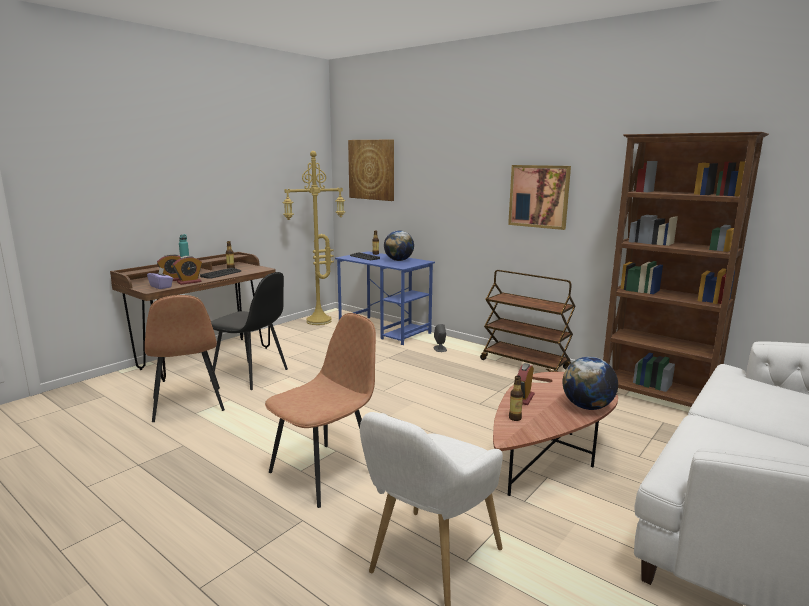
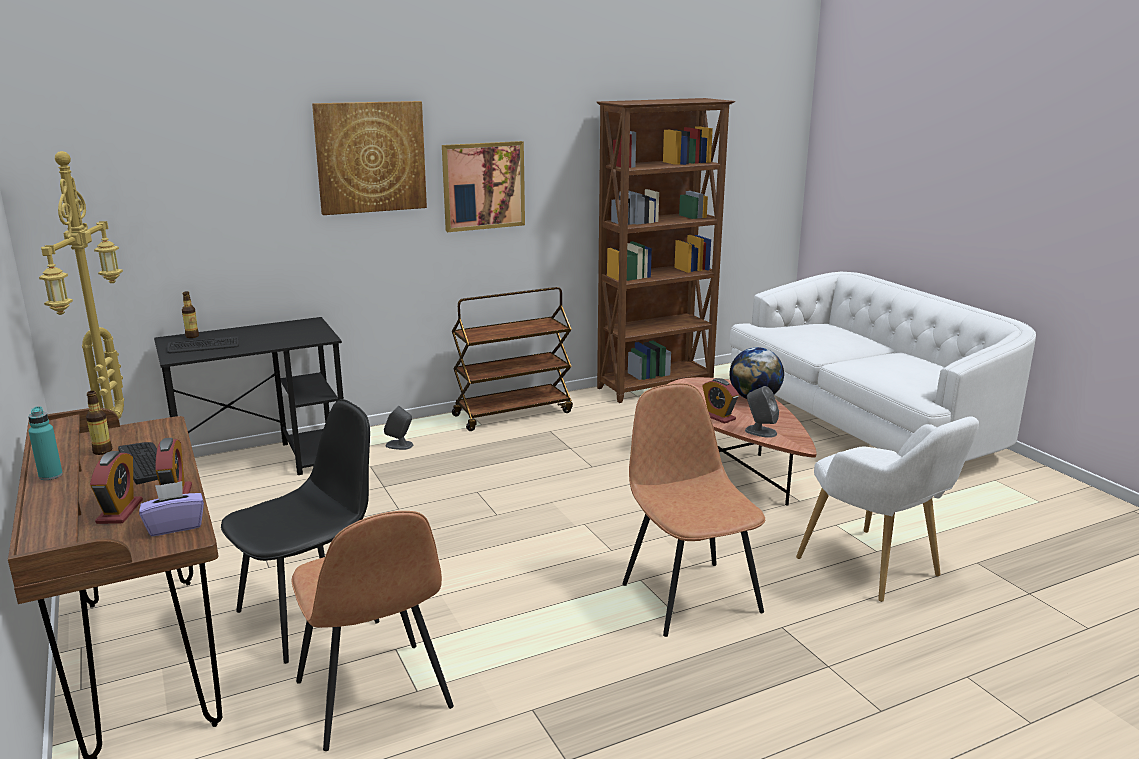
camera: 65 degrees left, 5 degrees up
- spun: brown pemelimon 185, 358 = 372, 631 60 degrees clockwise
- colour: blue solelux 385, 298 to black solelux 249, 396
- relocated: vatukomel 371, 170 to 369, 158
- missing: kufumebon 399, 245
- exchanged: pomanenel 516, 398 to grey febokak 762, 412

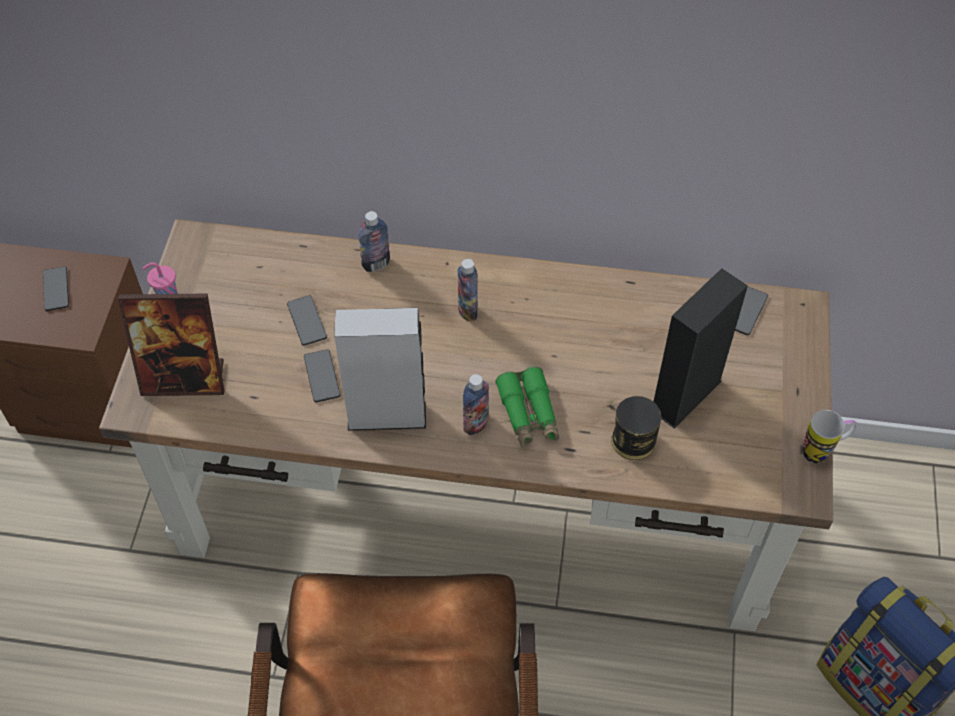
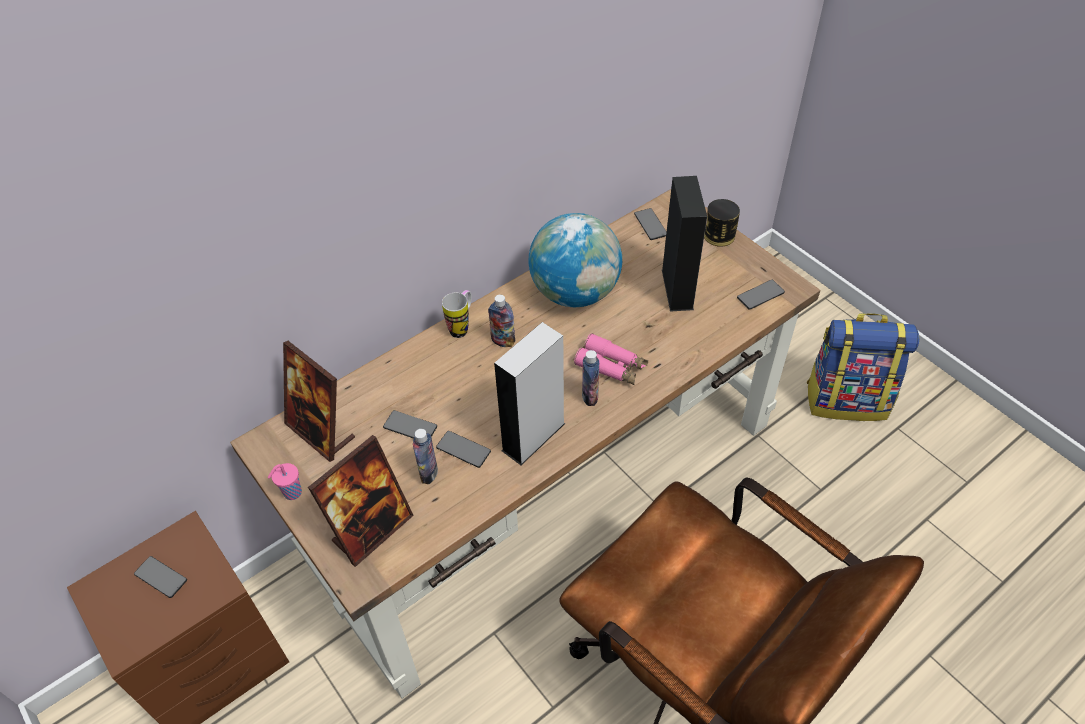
camera: 45 degrees left, 5 degrees down
- relocated: pomanenel 374, 241 to 425, 456
- colour: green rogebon 527, 407 to pink rogebon 611, 359
- relocated: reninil 636, 428 to 722, 223
- relocated: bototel 830, 437 to 457, 314
- appeared: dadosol 319, 401
- appeared: kufumebon 575, 260
- appeared: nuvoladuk 761, 295

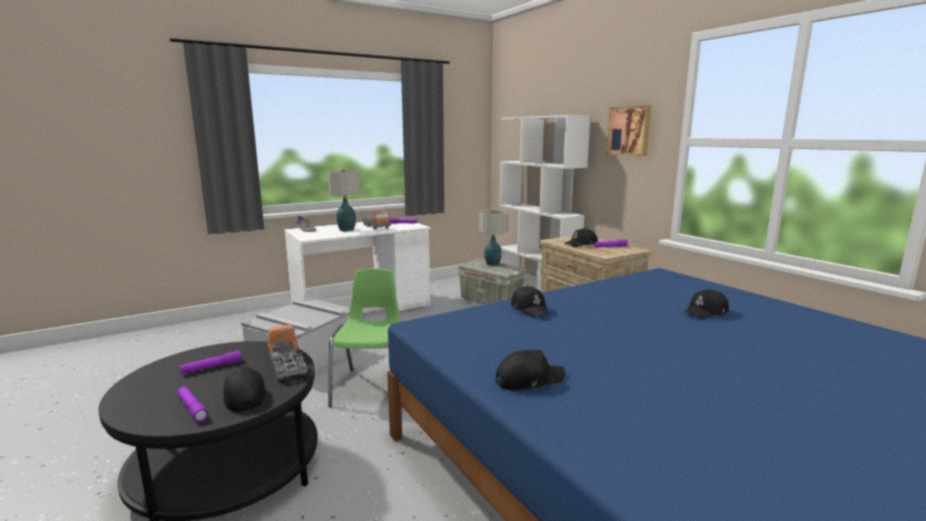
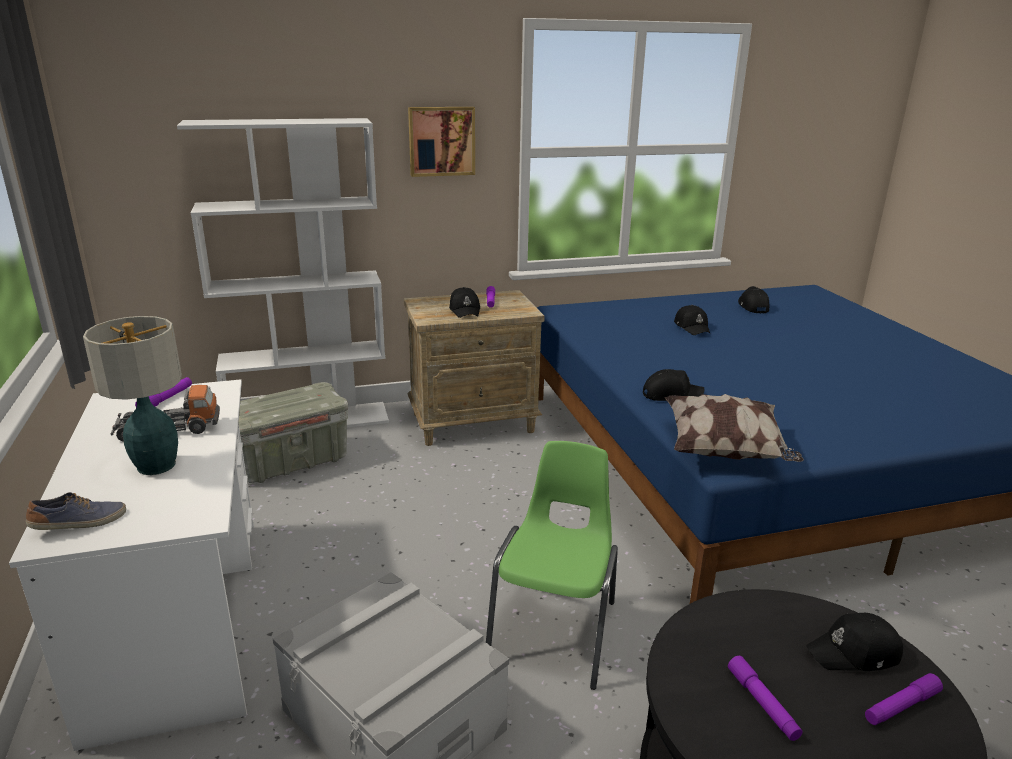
camera: 75 degrees left, 10 degrees up
- missing: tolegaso 286, 353
- spun: green pemelimon 364, 337 = 552, 565 90 degrees clockwise
- missing: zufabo 493, 238
- relocated: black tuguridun 530, 370 to 753, 299
- appeared: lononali 734, 428

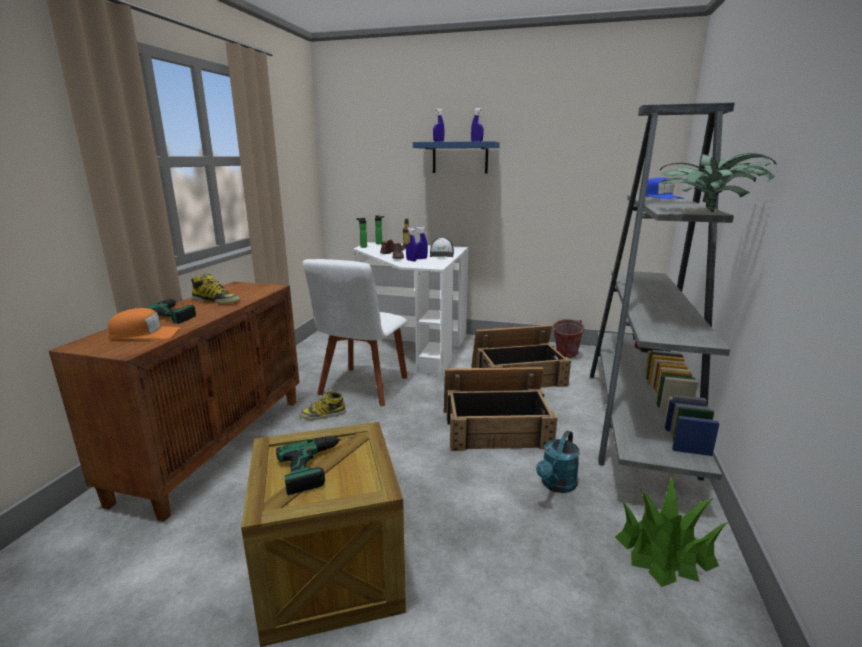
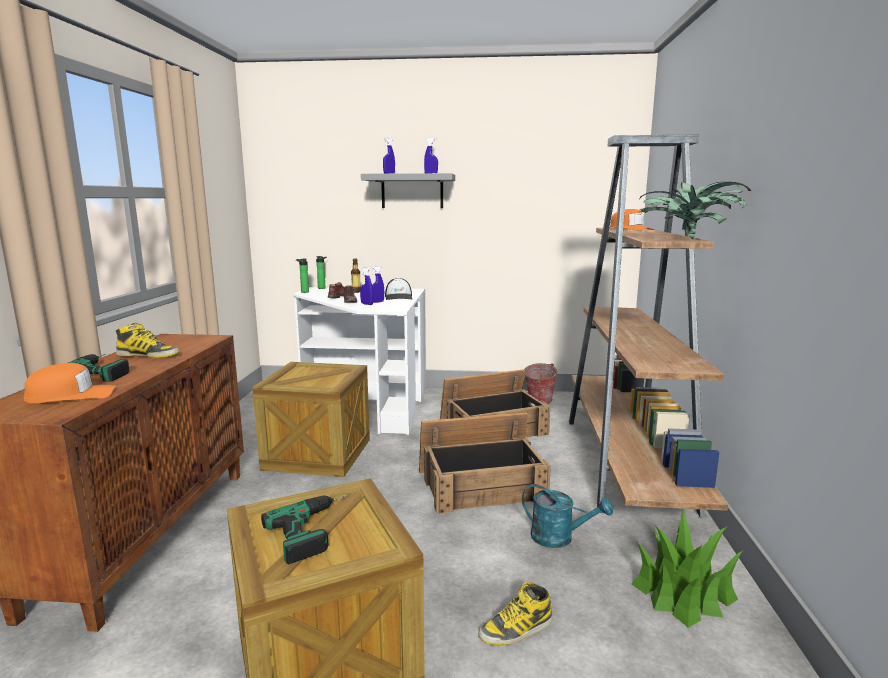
camera: 10 degrees left, 5 degrees down
- relocated: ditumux 322, 405 to 515, 613
- exchanged: white pemelimon 355, 332 to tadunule 311, 419
- colour: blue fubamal 456, 157 to grey fubamal 408, 190
- spun: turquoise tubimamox 558, 461 = 567, 516 90 degrees counterclockwise
- colour: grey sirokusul 662, 291 to brown sirokusul 648, 326
- colour: blue tuguridun 665, 188 to orange tuguridun 632, 220

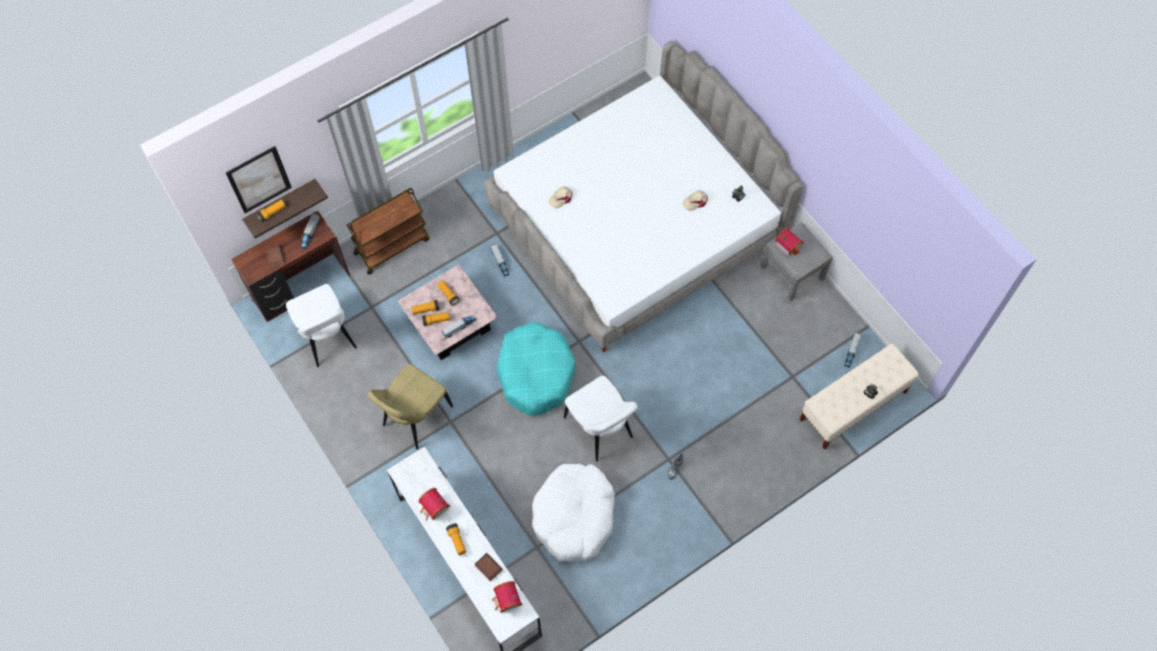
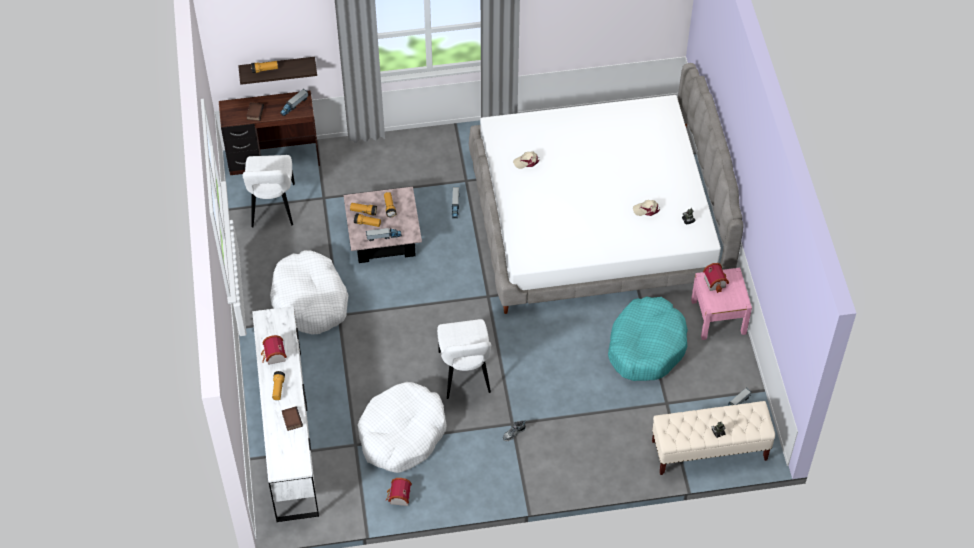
camera: 25 degrees right, 10 degrees down
- missing: vatukomel 259, 179
- missing: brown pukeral 388, 231
- exchanged: beige pemelimon 410, 406 to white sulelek 309, 292
- relocated: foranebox 507, 597 to 399, 492
- relocated: turquoise sulelek 536, 368 to 648, 339
- colour: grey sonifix 796, 261 to pink sonifix 721, 304

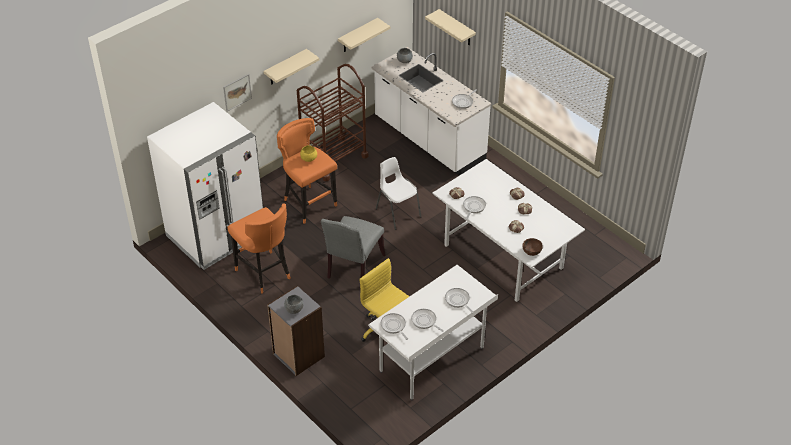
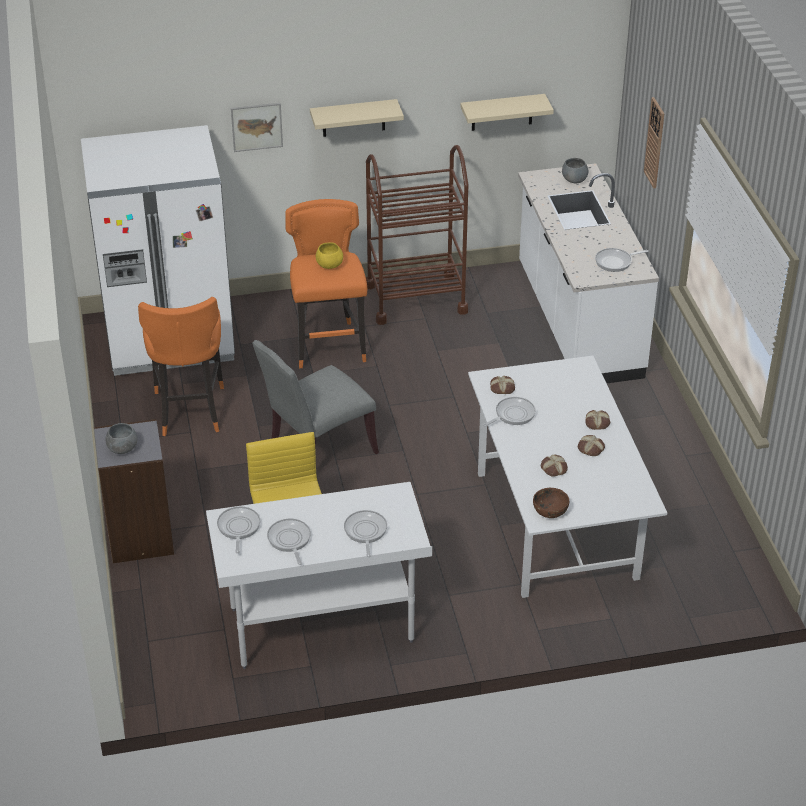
camera: 30 degrees right, 5 degrees down
- missing: white pemelimon 398, 193
- exchanged: beige fubamal 450, 27 to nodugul 654, 142

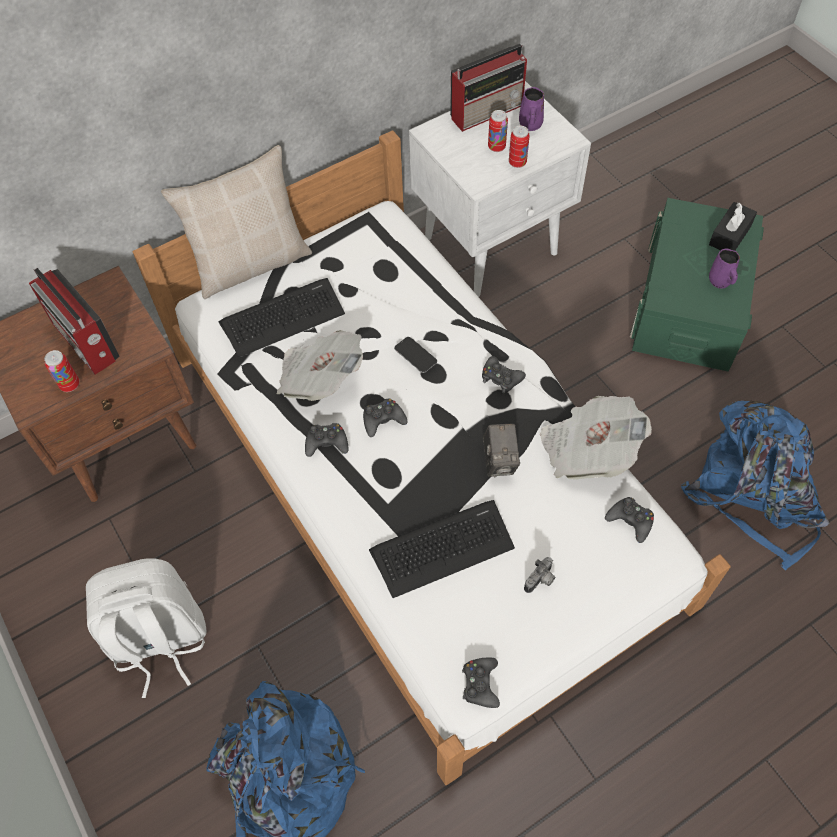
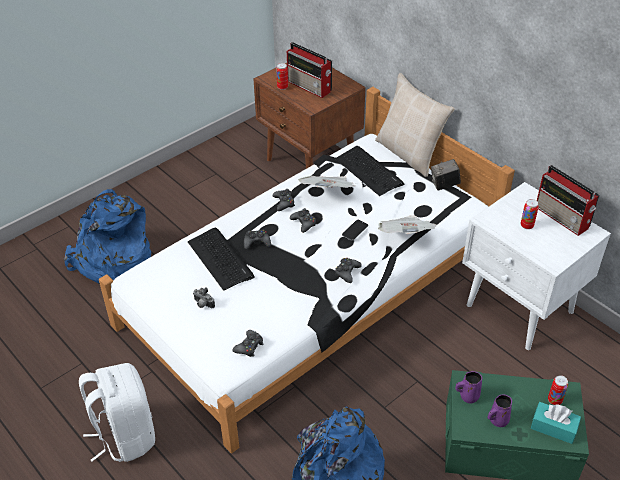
camera: 80 degrees right, 15 degrees down
- spun: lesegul 74, 321 = 309, 70 90 degrees counterclockwise
- relocated: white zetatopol 146, 628 to 117, 412
- relocated: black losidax 481, 683 to 257, 239
- relocated: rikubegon 501, 450 to 446, 175
- relocated: reninil 519, 147 to 558, 390
- relocated: purple bototel 531, 109 to 468, 387
- relocated: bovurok 596, 438 to 407, 225
- colour: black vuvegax 733, 226 to turquoise vuvegax 556, 423

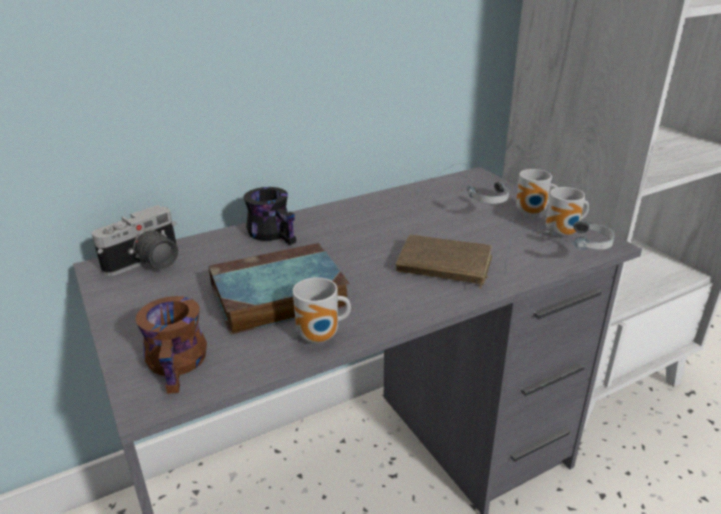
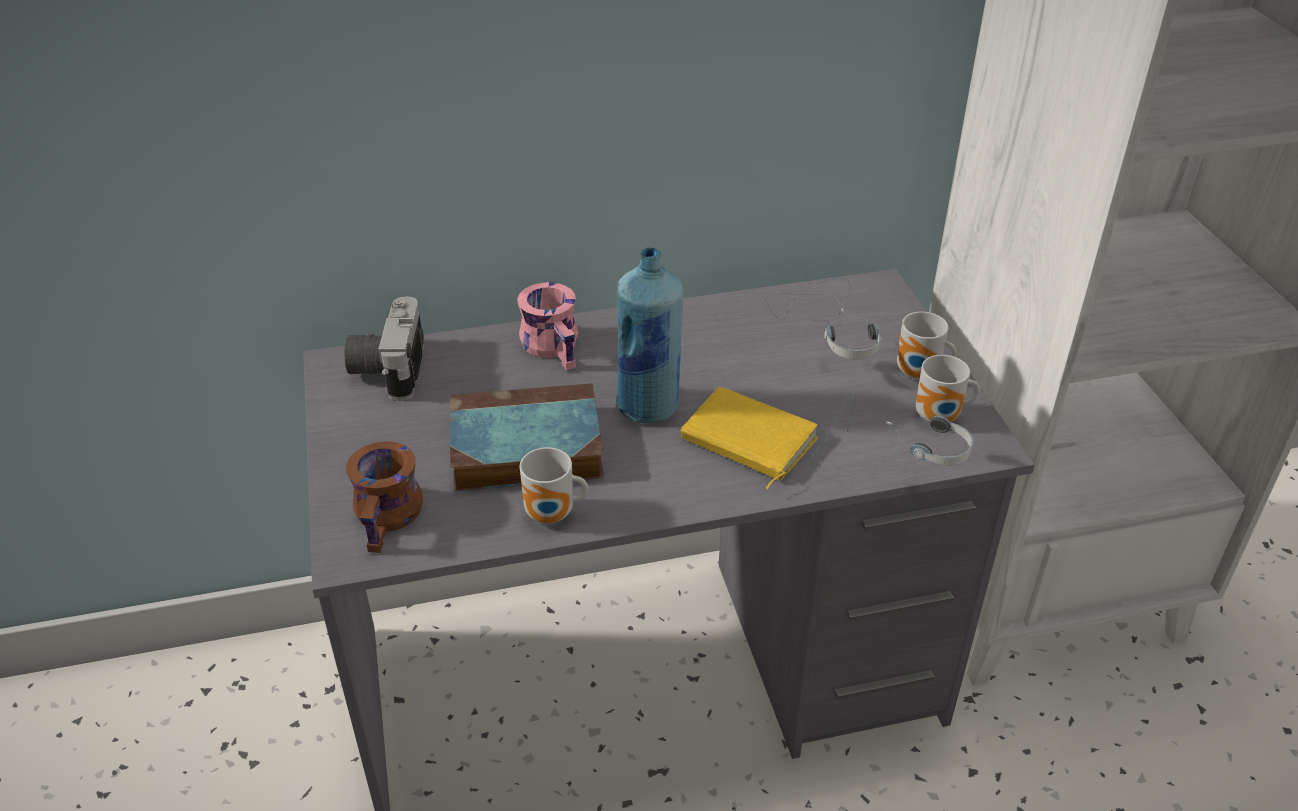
camera: 15 degrees right, 10 degrees up
- spun: rikubegon 135, 240 = 384, 349 120 degrees clockwise
- colour: black bototel 270, 216 to pink bototel 547, 326
- colour: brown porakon 444, 262 to yellow porakon 750, 438
- appeared: blue pomanenel 649, 335

